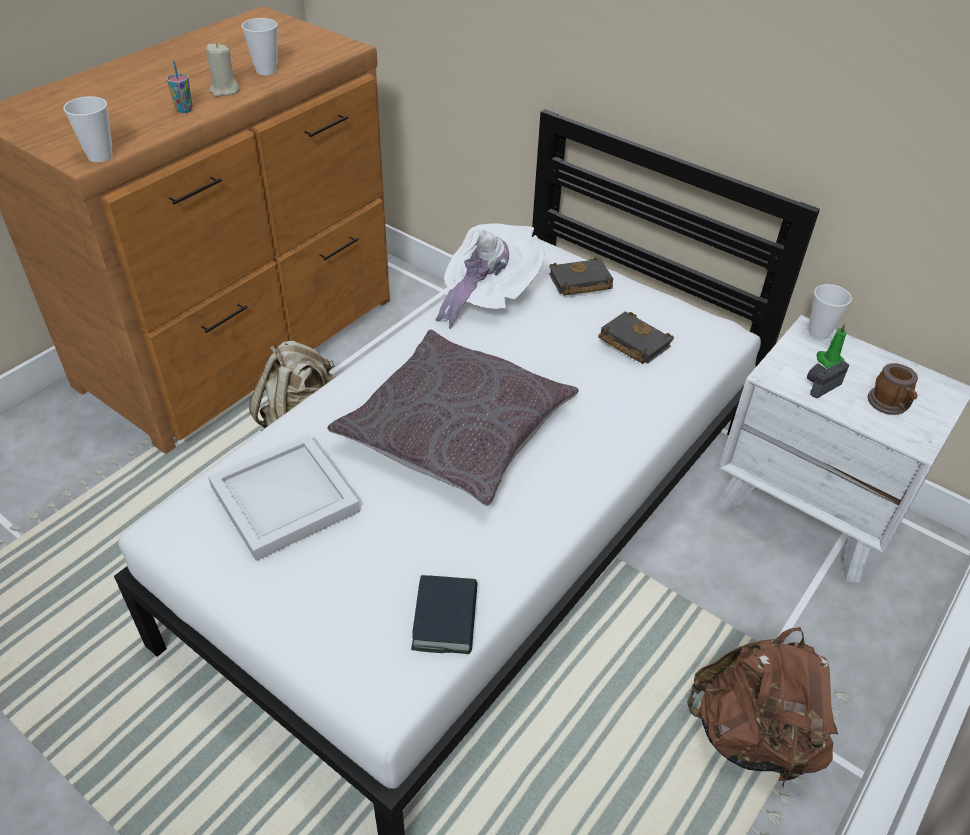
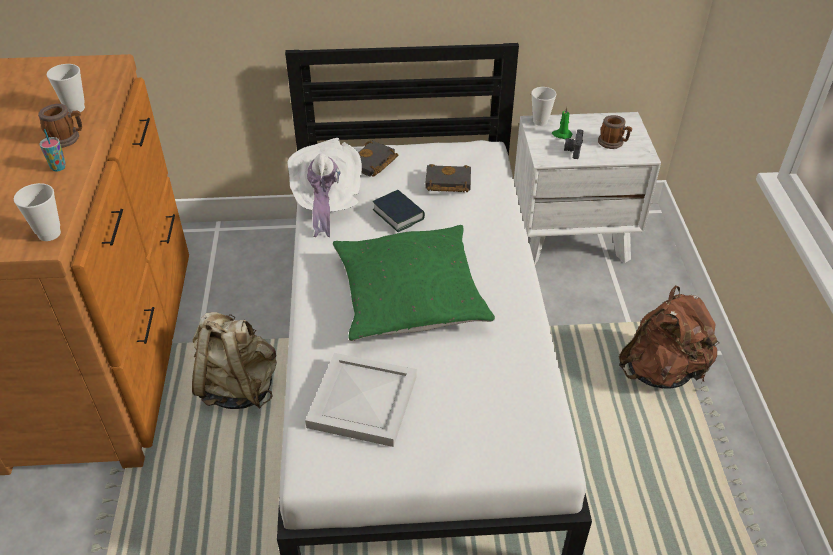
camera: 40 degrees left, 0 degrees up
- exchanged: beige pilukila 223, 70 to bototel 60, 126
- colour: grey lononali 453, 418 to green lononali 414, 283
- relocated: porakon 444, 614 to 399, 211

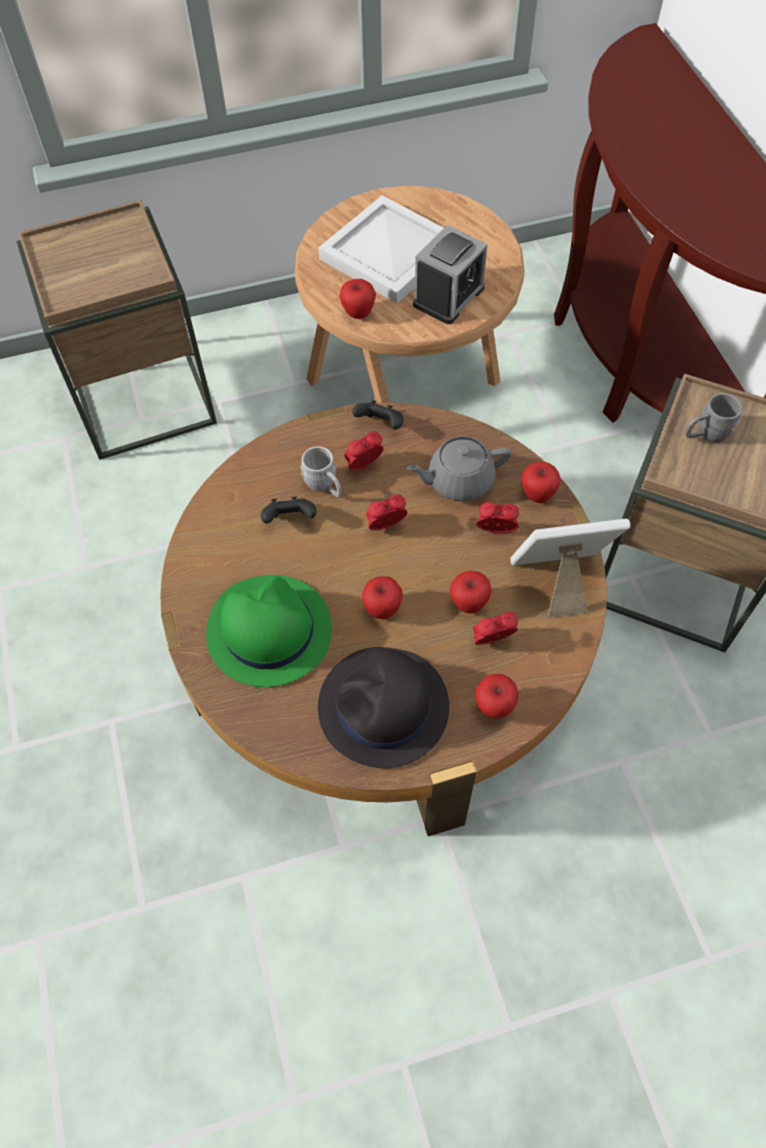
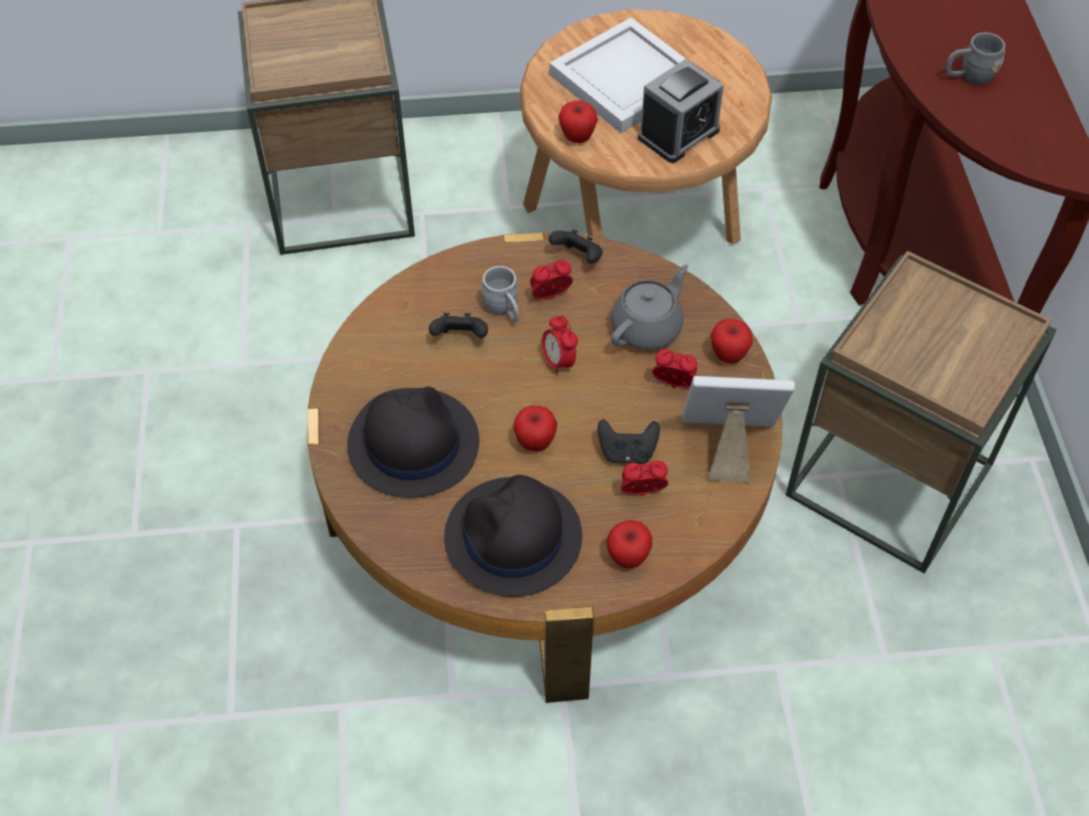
camera: 10 degrees right, 5 degrees down
- colour: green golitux 269, 631 to black golitux 413, 442
- spun: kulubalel 387, 512 = 560, 345 105 degrees counterclockwise
- spun: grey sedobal 459, 469 = 649, 307 135 degrees clockwise
- exchanged: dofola 471, 592 to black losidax 629, 441
- relocated: grey bototel 714, 418 to 975, 58

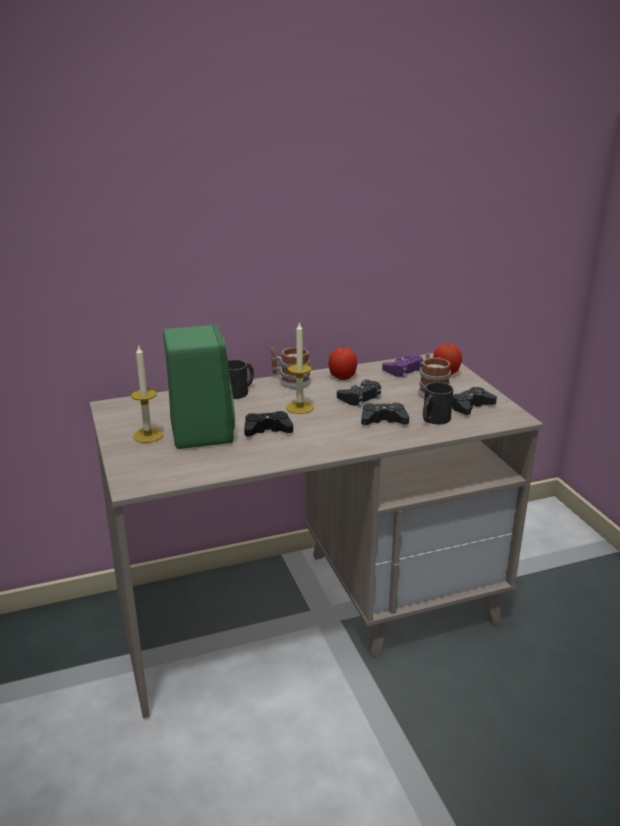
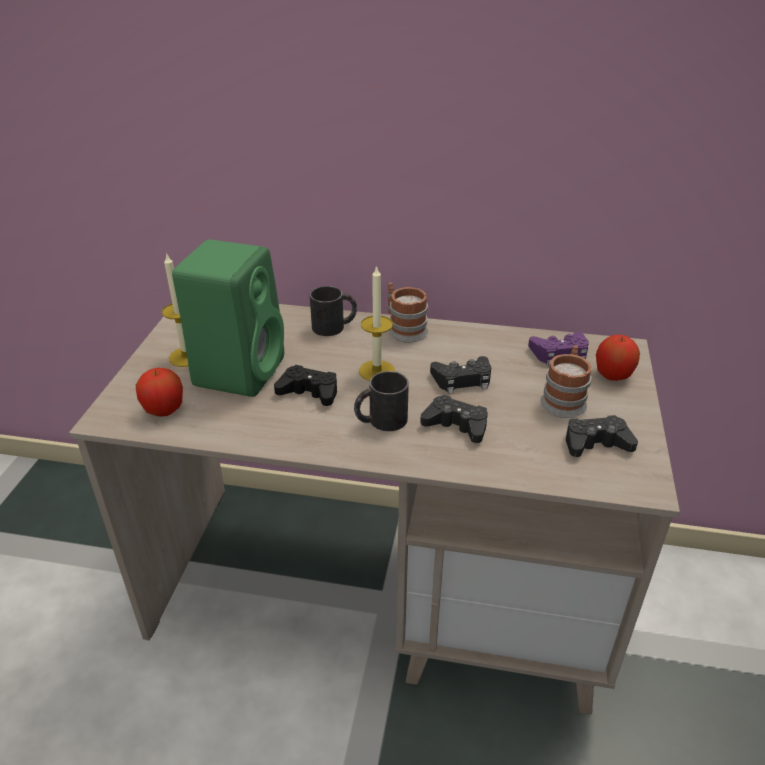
camera: 30 degrees right, 10 degrees up
- relocated: dofola 342, 363 to 159, 392
- relocated: black bototel 438, 403 to 381, 401

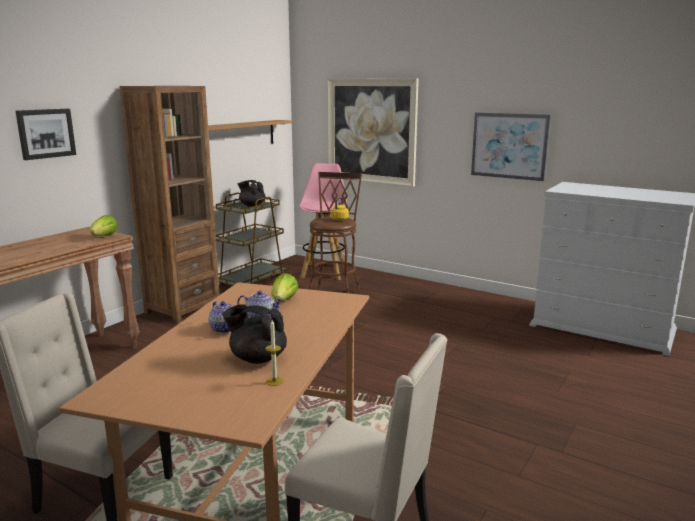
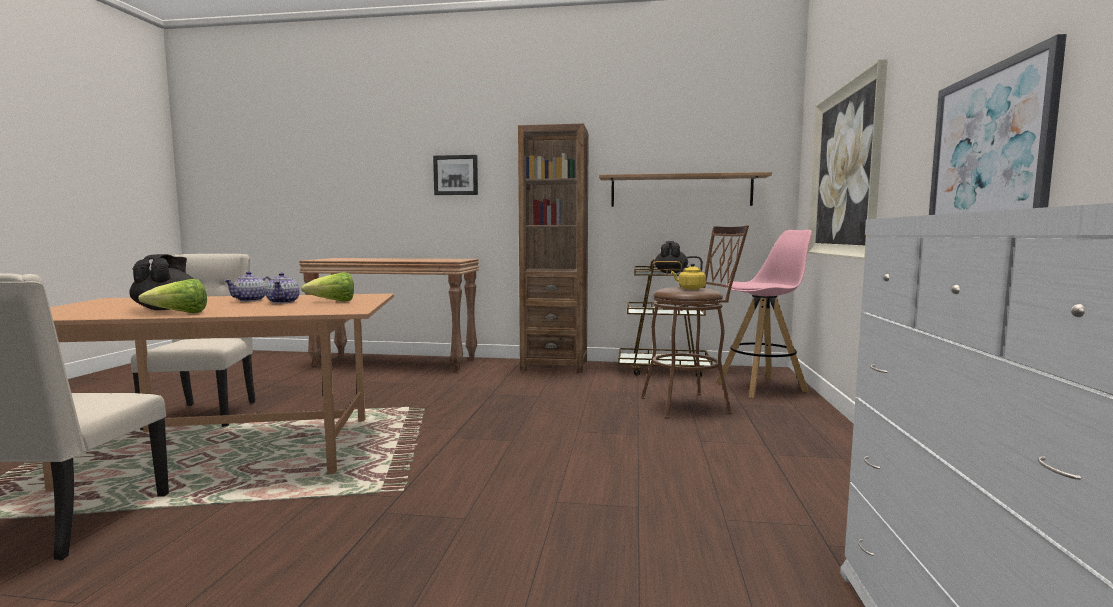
camera: 65 degrees right, 10 degrees down
- relocated: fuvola 104, 225 to 172, 296
- missing: pilukila 275, 353

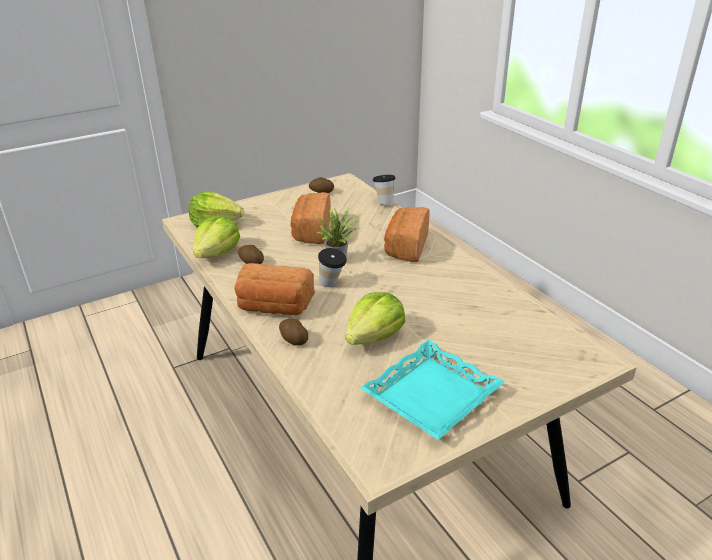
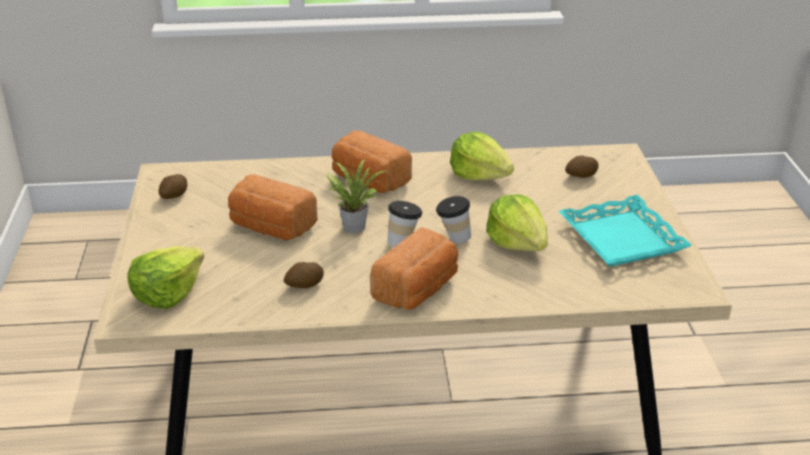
camera: 65 degrees left, 0 degrees up
- relocated: fuvola 216, 237 to 482, 155
- relocated: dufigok 293, 332 to 582, 166
- relocated: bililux 384, 190 to 453, 220

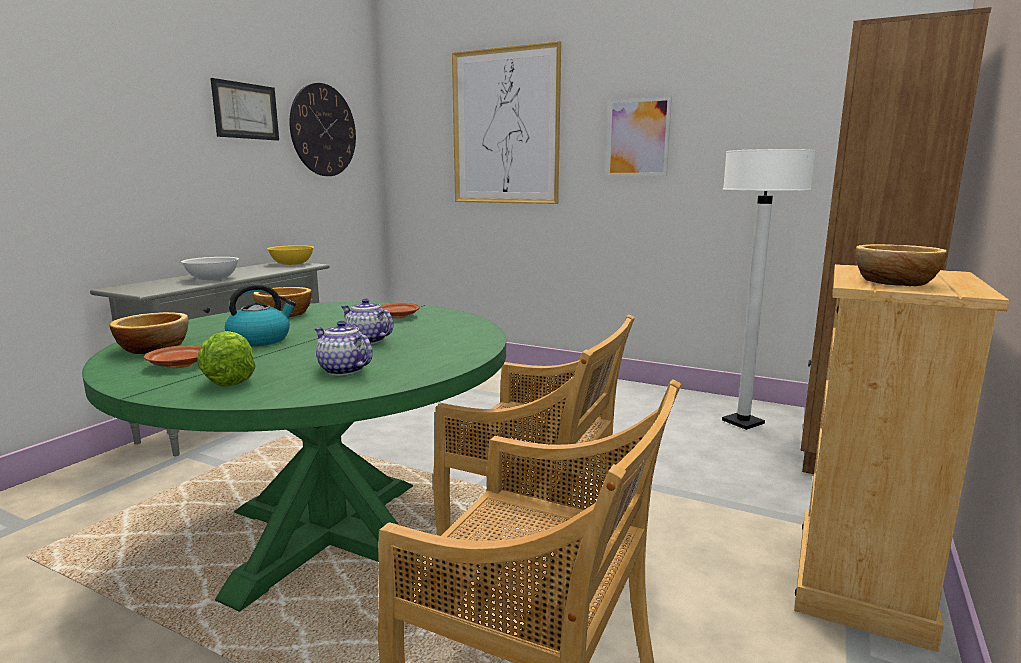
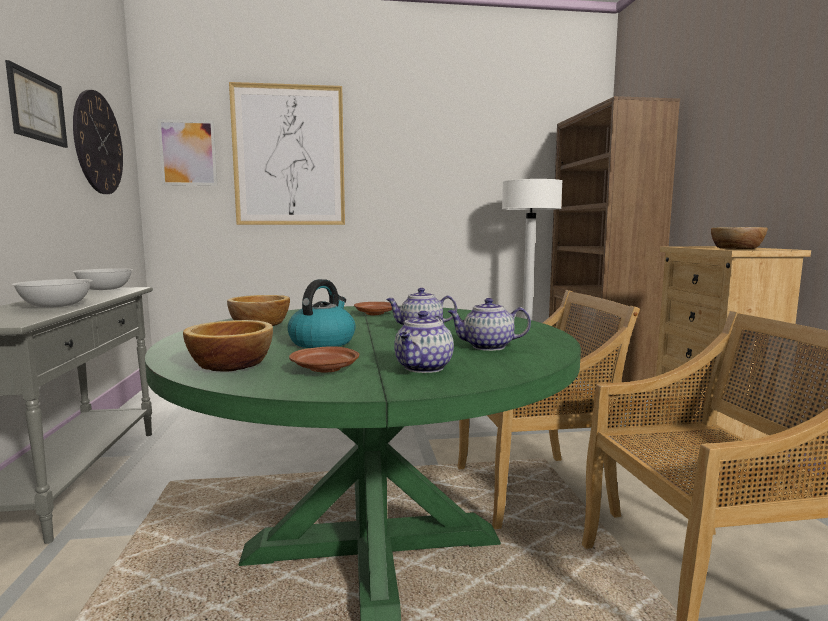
camera: 35 degrees left, 5 degrees down
- exchanged: fuvola 226, 358 to sedobal 424, 342
- colour: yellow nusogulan 290, 255 to white nusogulan 102, 279
- relocated: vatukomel 639, 136 to 187, 152

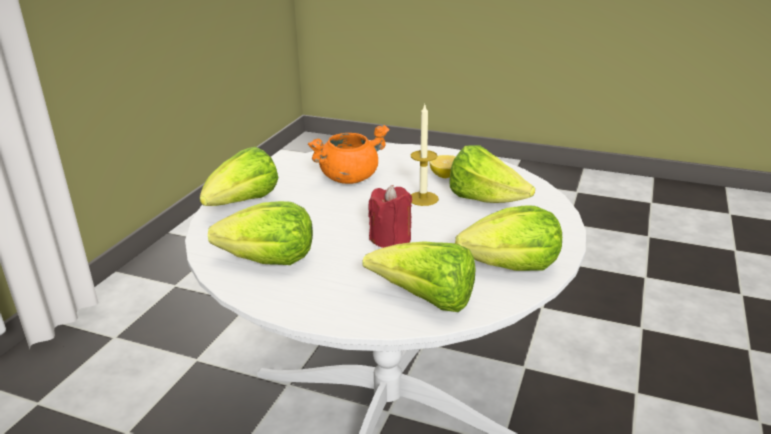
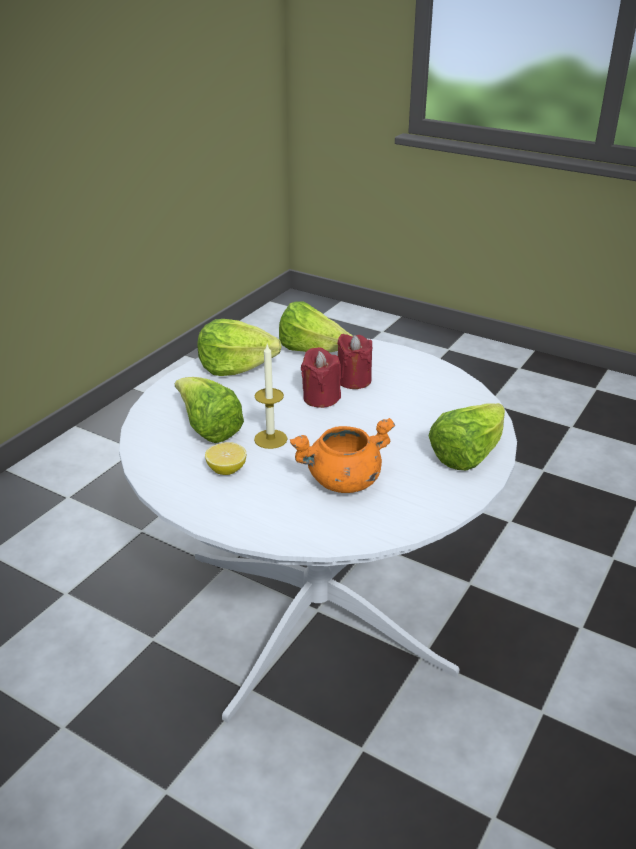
camera: 170 degrees left, 5 degrees up
- missing: fuvola 260, 233
- appeared: red pilukila 354, 361

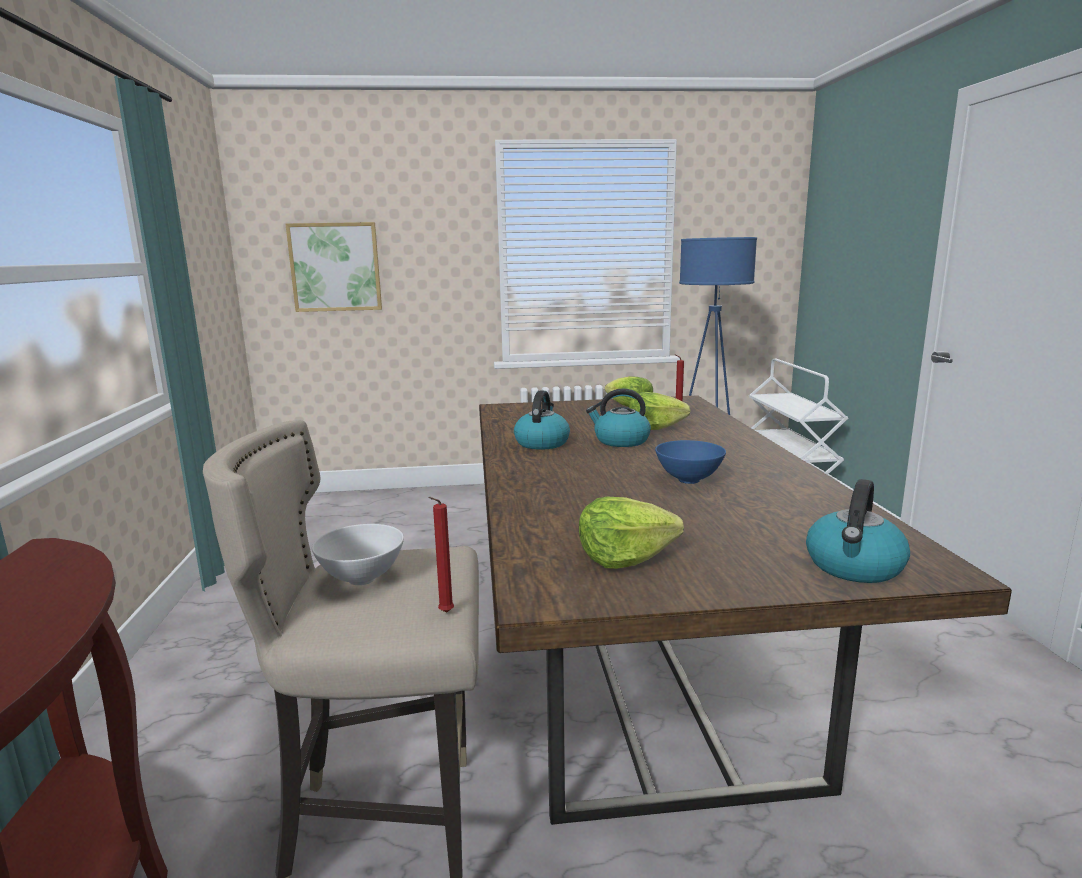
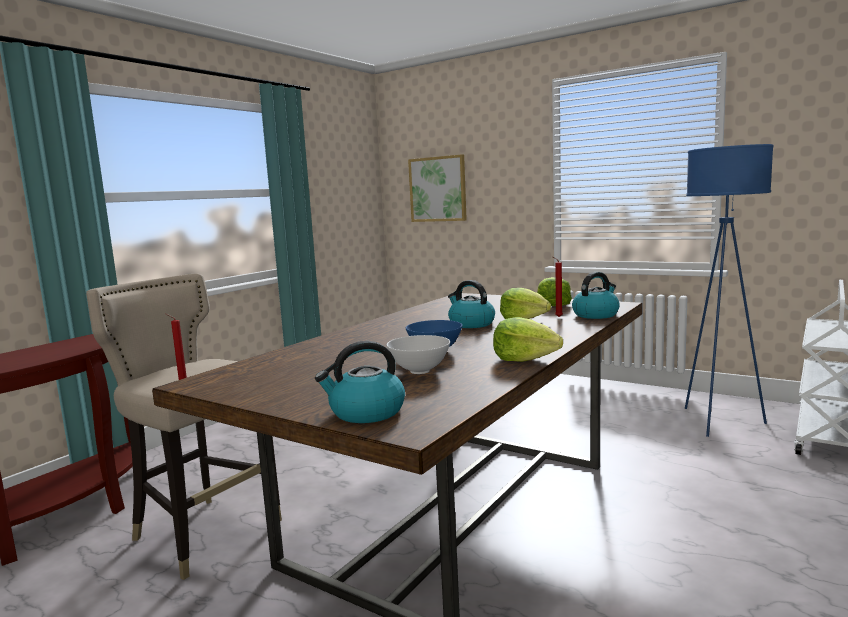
camera: 40 degrees right, 5 degrees down
- relocated: white nusogulan 358, 554 to 418, 354
- relocated: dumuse 542, 420 to 596, 295
- relocated: fuvola 631, 533 to 528, 339

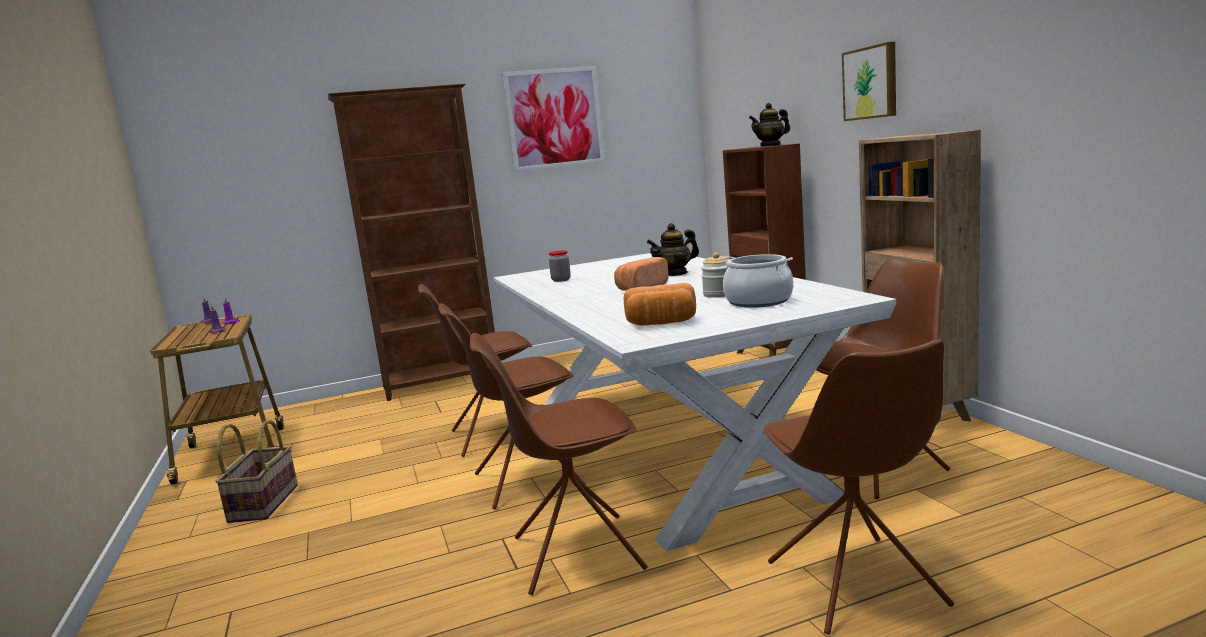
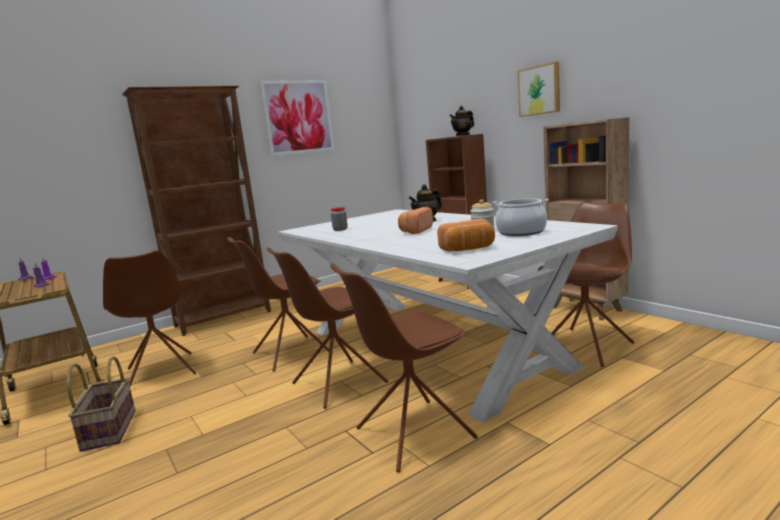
camera: 15 degrees left, 0 degrees up
- relocated: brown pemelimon 859, 487 to 150, 318

